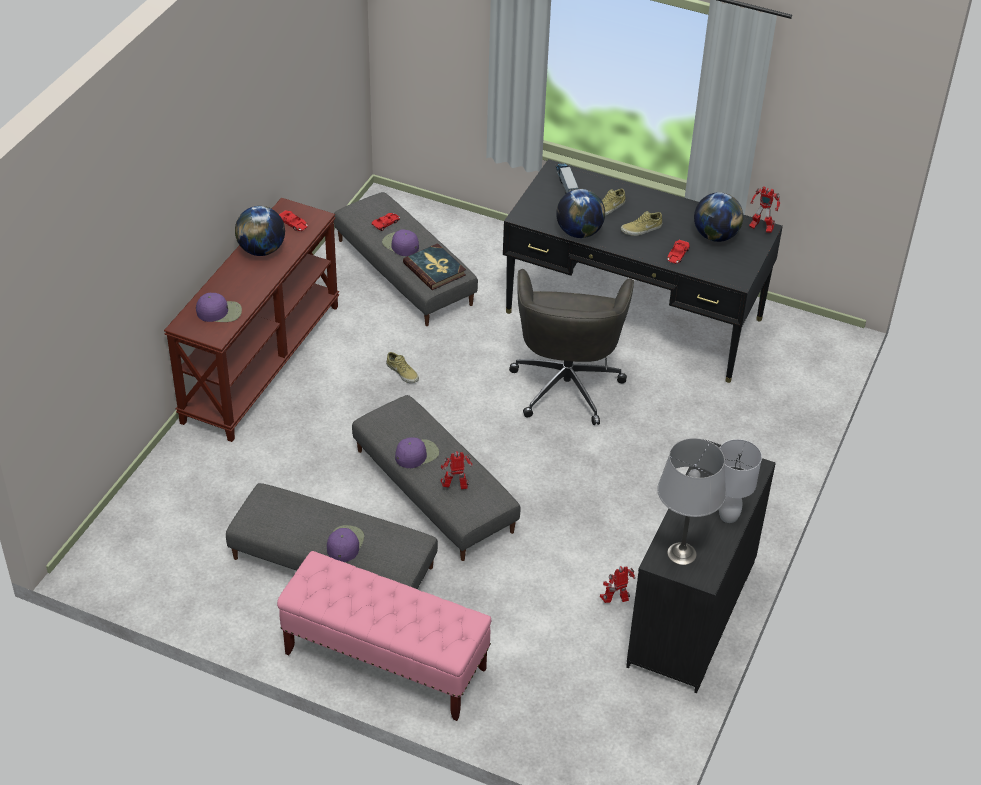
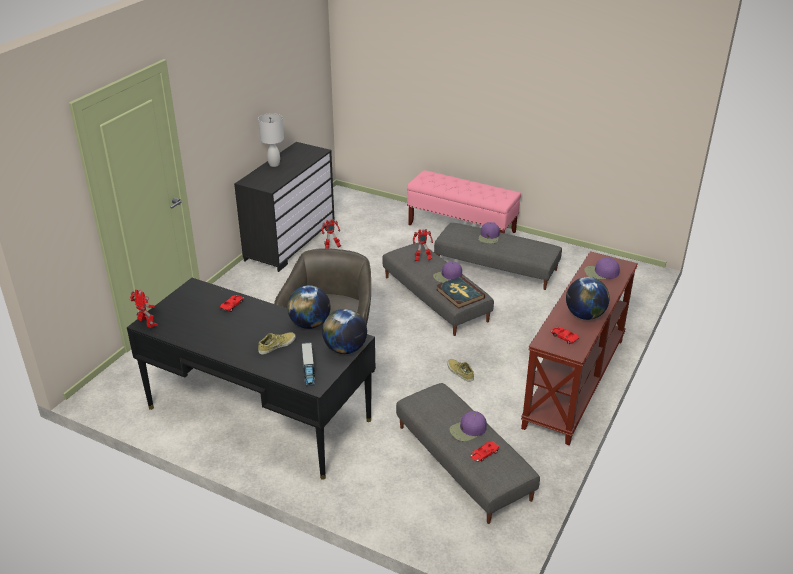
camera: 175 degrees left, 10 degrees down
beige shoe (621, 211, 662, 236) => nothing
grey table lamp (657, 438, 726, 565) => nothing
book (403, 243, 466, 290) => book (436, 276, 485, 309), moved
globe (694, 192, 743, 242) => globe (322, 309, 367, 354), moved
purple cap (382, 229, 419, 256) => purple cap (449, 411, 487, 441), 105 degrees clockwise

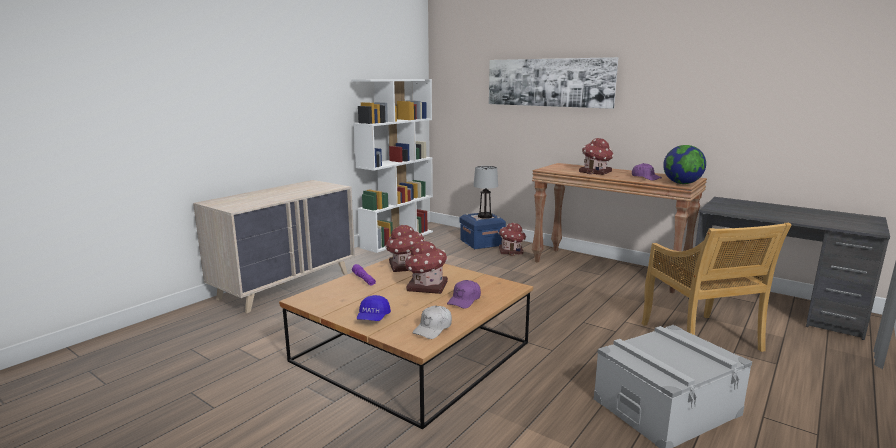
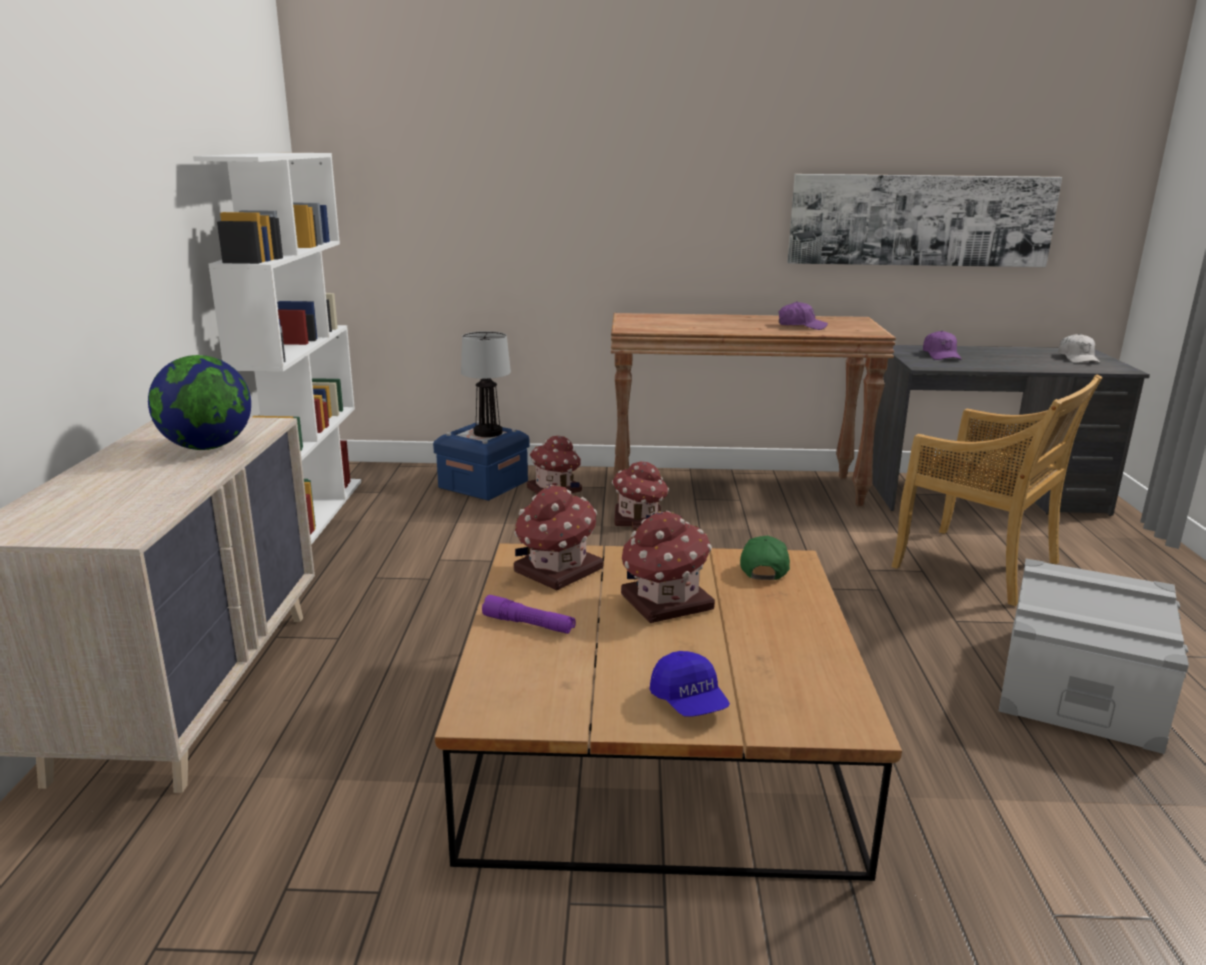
camera: 35 degrees left, 5 degrees up
nothing => green cap (740, 536, 790, 580)
white cap (412, 306, 452, 339) => white cap (1059, 334, 1101, 363), moved
purple cap (447, 280, 481, 309) => purple cap (923, 331, 962, 360), moved
picture (489, 57, 618, 109) => picture (787, 174, 1062, 267), moved
toy house (579, 138, 614, 175) => toy house (612, 461, 669, 530), moved
globe (663, 145, 706, 184) => globe (148, 355, 251, 450), moved

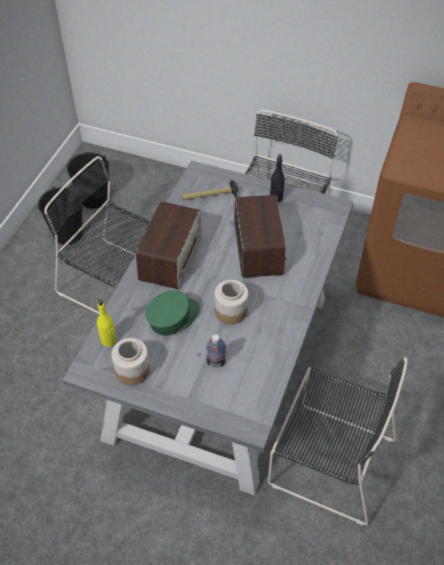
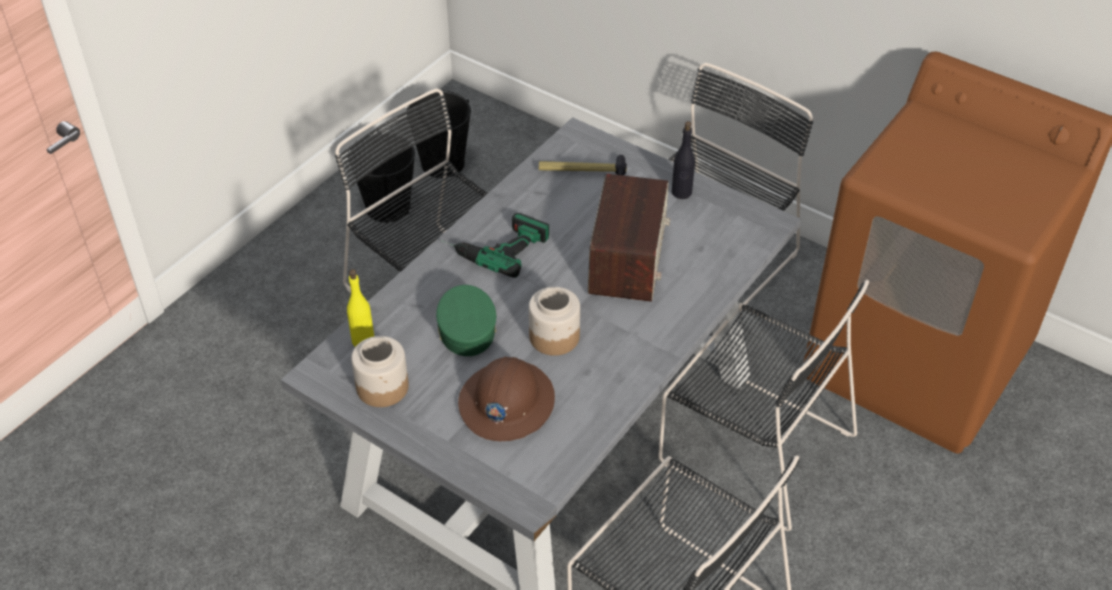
camera: 15 degrees right, 5 degrees down
nothing => black chair (658, 280, 869, 531)
radio (136, 201, 202, 289) => power drill (441, 213, 549, 278)
bottle (206, 334, 226, 367) => brown hard hat (458, 357, 555, 441)
green cap (145, 290, 200, 335) => green cap (436, 285, 496, 356), 75 degrees counterclockwise

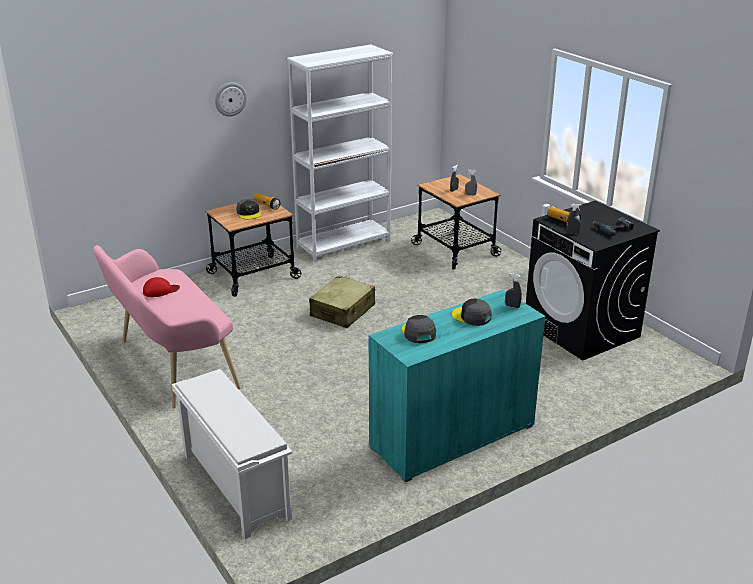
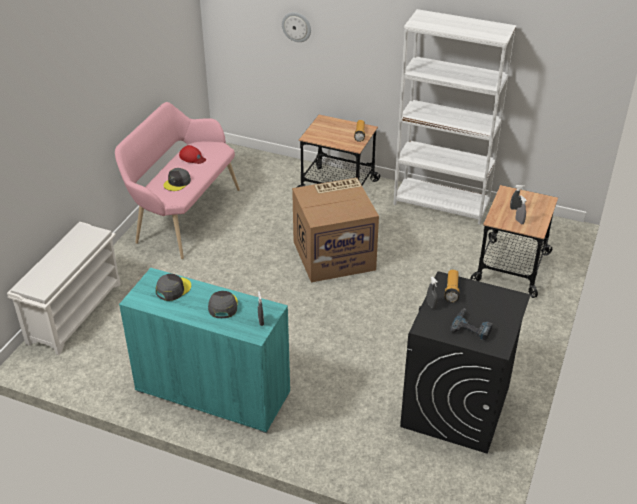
camera: 55 degrees right, 10 degrees up
wall clock (215, 82, 247, 117) => wall clock (282, 12, 311, 42), moved
grey cap (236, 199, 261, 219) => grey cap (163, 168, 191, 191), moved
beige suitcase (309, 275, 375, 328) => cardboard box (292, 178, 379, 282)

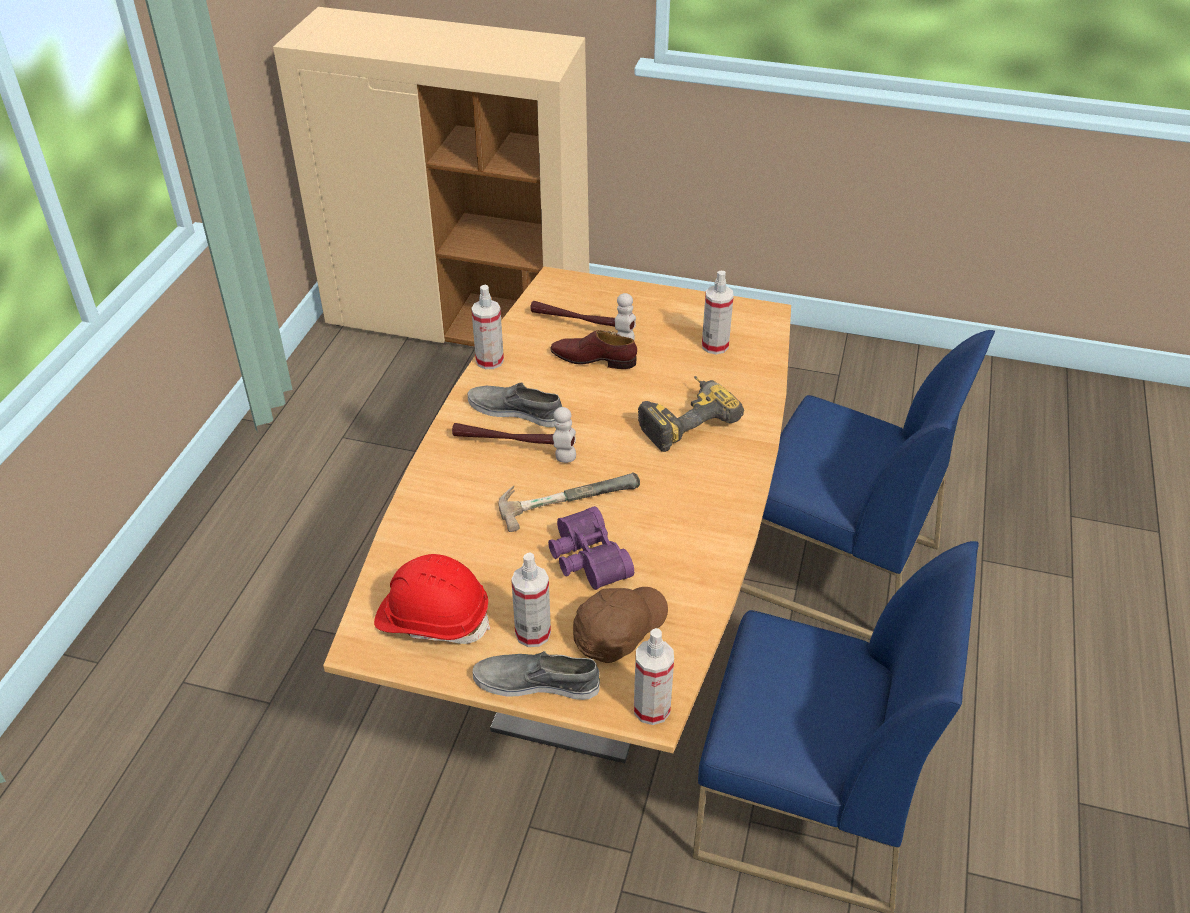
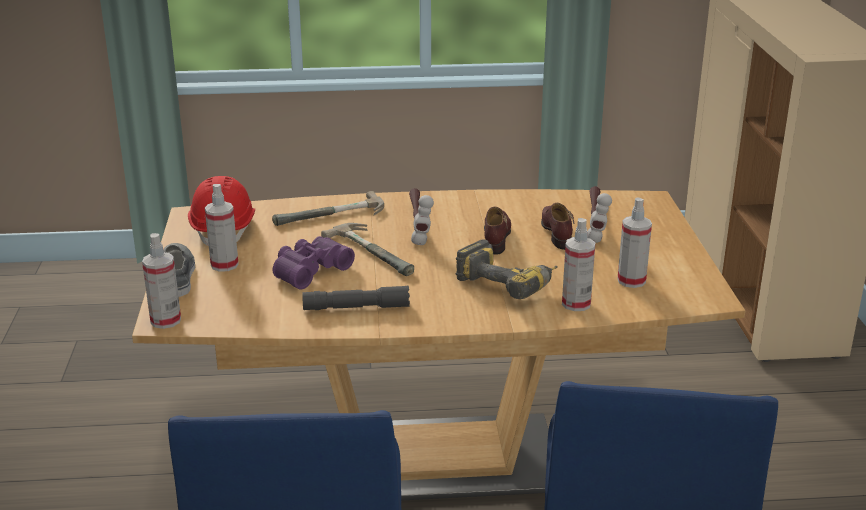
camera: 70 degrees right, 15 degrees down
grey shoe (468, 382, 562, 427) => nothing
brown cap (573, 587, 668, 663) => nothing
nothing => hammer (272, 191, 384, 226)
nothing => grey flashlight (302, 285, 410, 310)
nothing => brown shoe (484, 207, 511, 255)
spray bottle (471, 285, 504, 369) => spray bottle (562, 218, 595, 311), moved

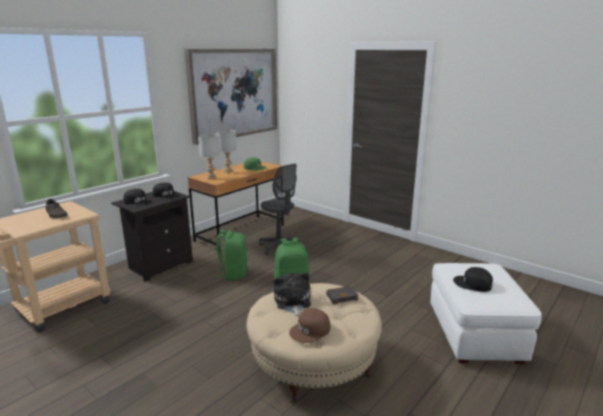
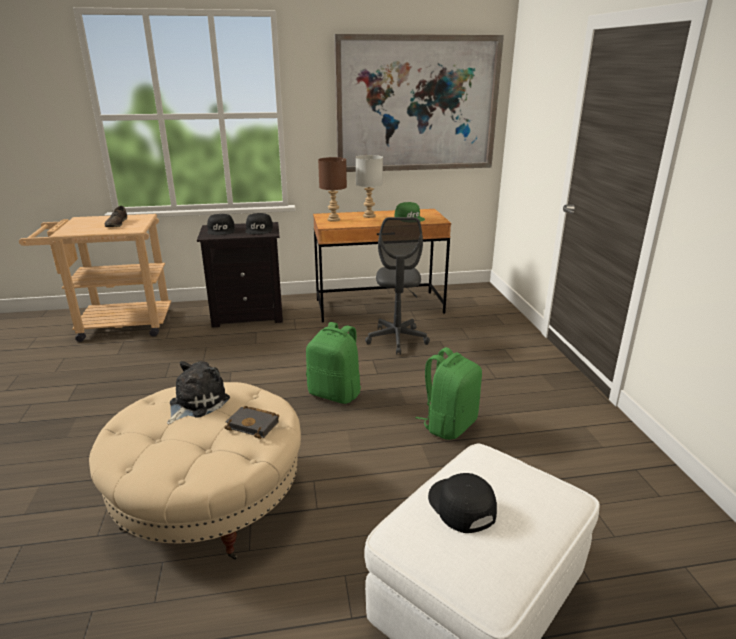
camera: 40 degrees right, 5 degrees up
brown cap (289, 308, 330, 343) => nothing
green backpack (213, 230, 247, 281) => green backpack (415, 347, 482, 440), moved
grey table lamp (198, 134, 220, 179) => brown table lamp (318, 157, 347, 222)

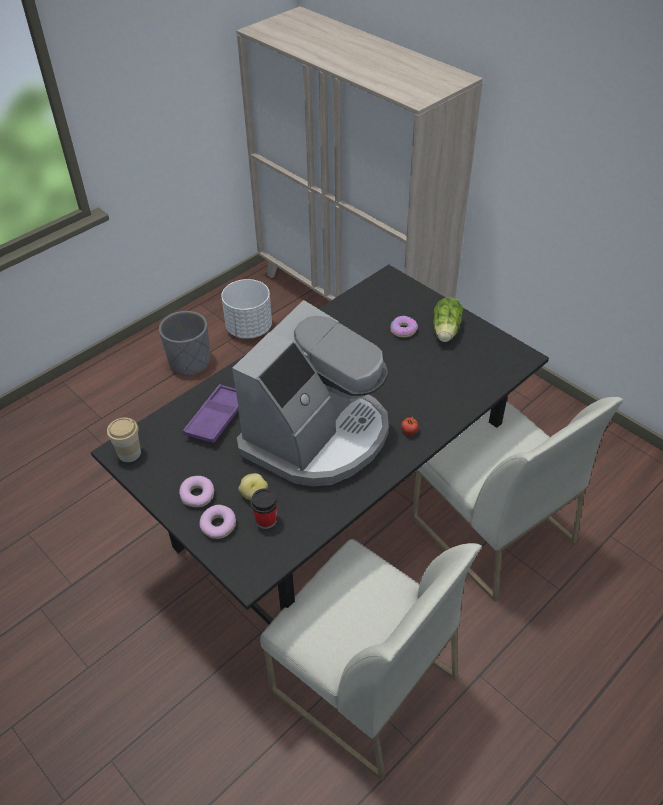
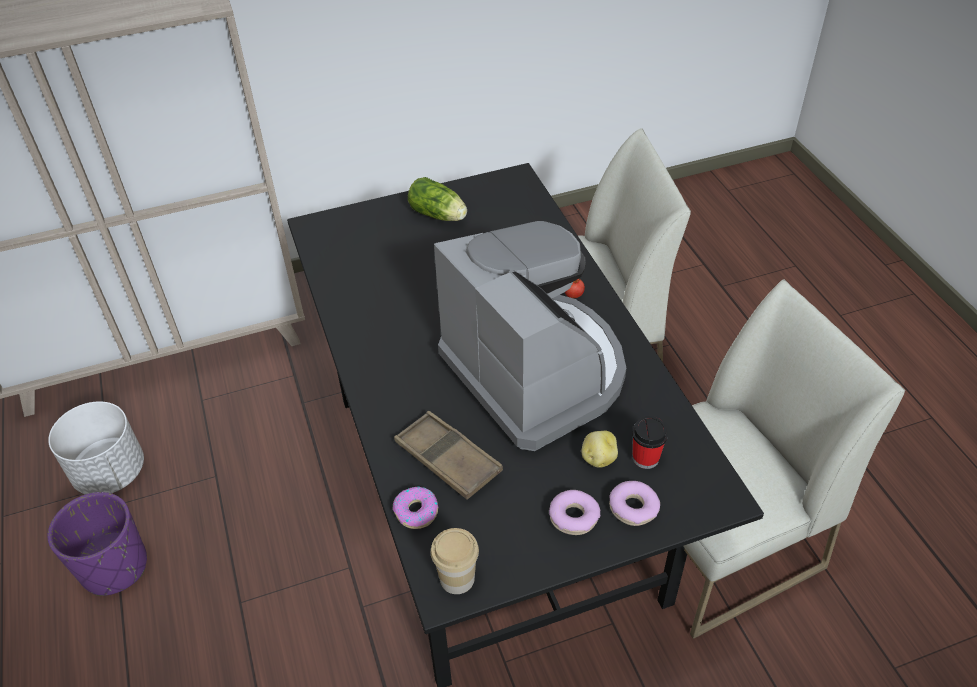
camera: 65 degrees left, 0 degrees up
donut (391, 316, 418, 338) => donut (393, 487, 439, 529), moved
grey planter (159, 311, 210, 376) => purple planter (48, 492, 147, 596)
purple tray (183, 384, 239, 443) => brown tray (394, 411, 503, 500)

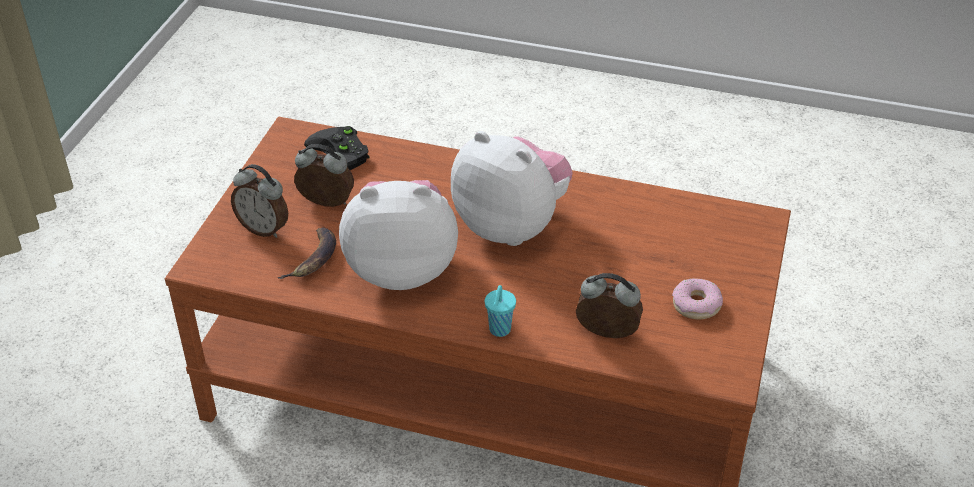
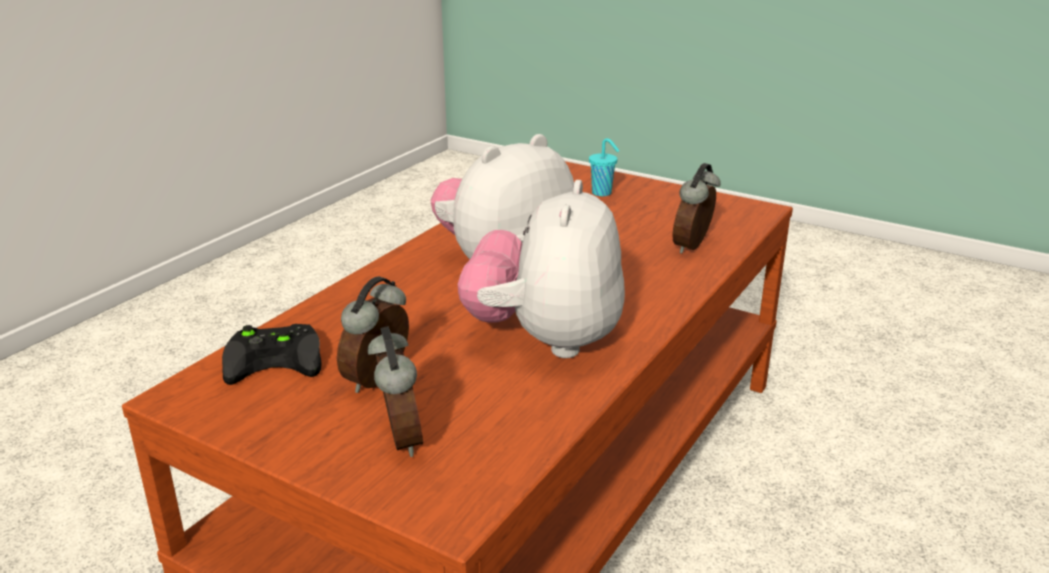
camera: 75 degrees left, 15 degrees down
banana (277, 227, 336, 279) => nothing
donut (672, 278, 723, 320) => nothing
turquoise cup (485, 285, 516, 337) => turquoise cup (589, 138, 620, 196), moved
alarm clock (231, 164, 288, 238) => alarm clock (368, 326, 423, 457), 60 degrees counterclockwise

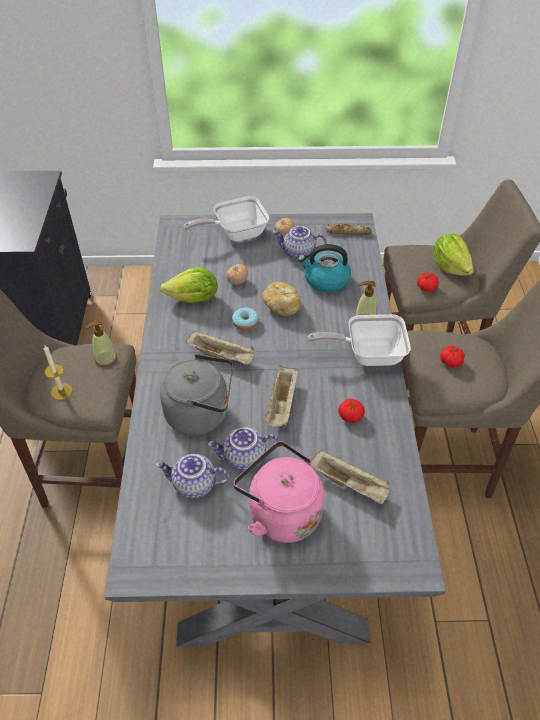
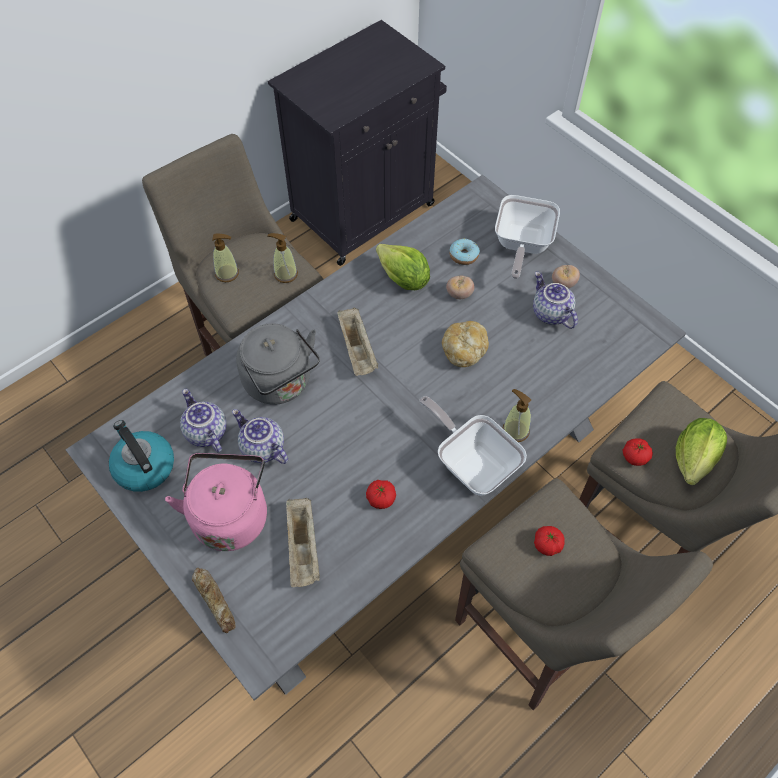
camera: 50 degrees right, 10 degrees up
beige tray (263, 365, 298, 426) => nothing
donut (232, 308, 259, 331) => donut (449, 239, 480, 265), moved
kettle (298, 244, 351, 292) => kettle (109, 420, 174, 492), moved
bread (325, 223, 372, 235) => bread (192, 568, 236, 633), moved
candle (44, 345, 73, 400) => soap dispenser (212, 234, 239, 282)
frying pan (183, 196, 269, 242) => frying pan (495, 195, 560, 279), 105 degrees counterclockwise

